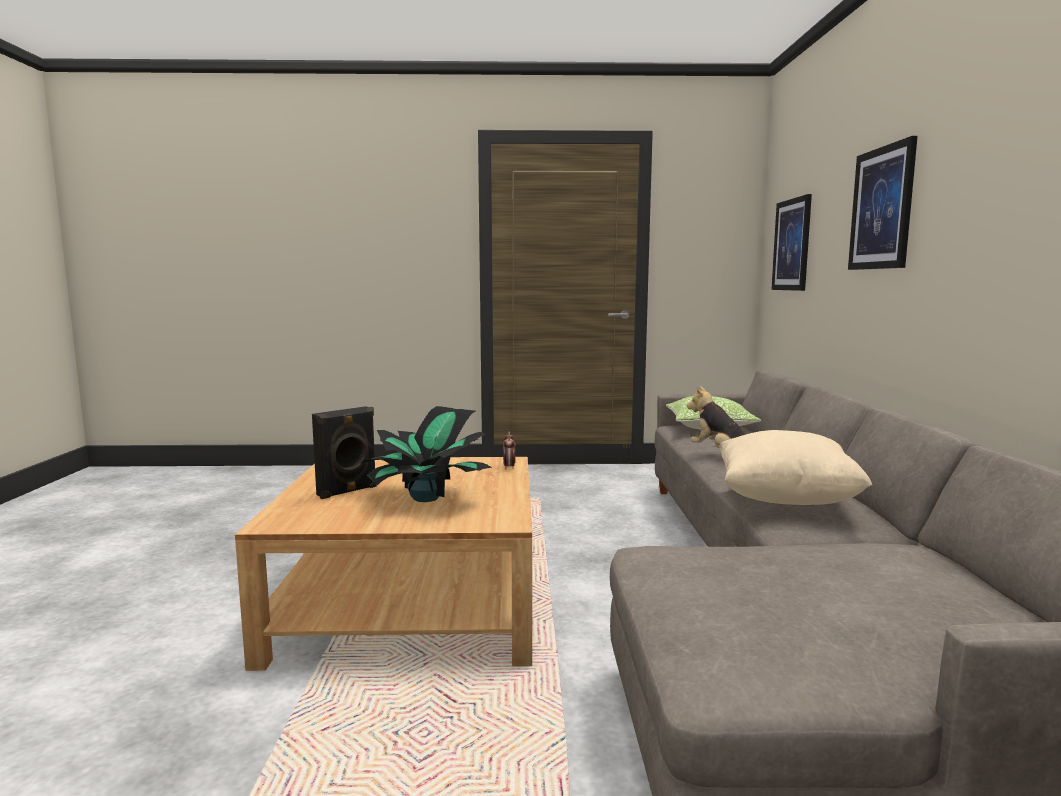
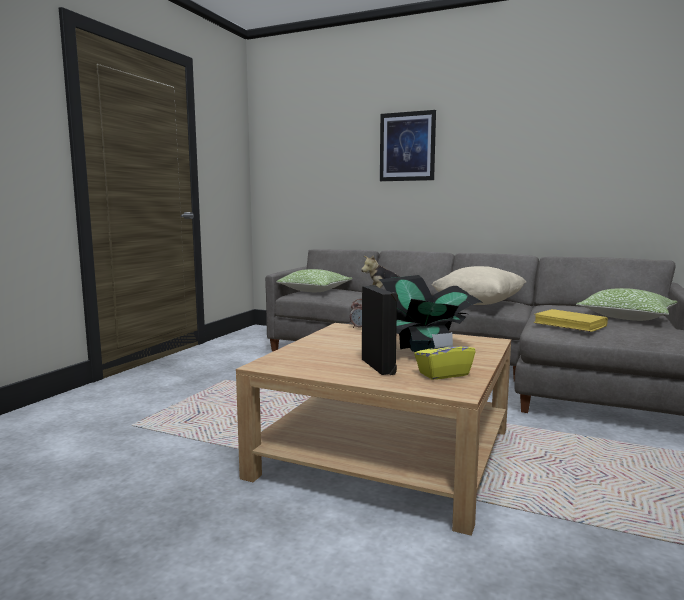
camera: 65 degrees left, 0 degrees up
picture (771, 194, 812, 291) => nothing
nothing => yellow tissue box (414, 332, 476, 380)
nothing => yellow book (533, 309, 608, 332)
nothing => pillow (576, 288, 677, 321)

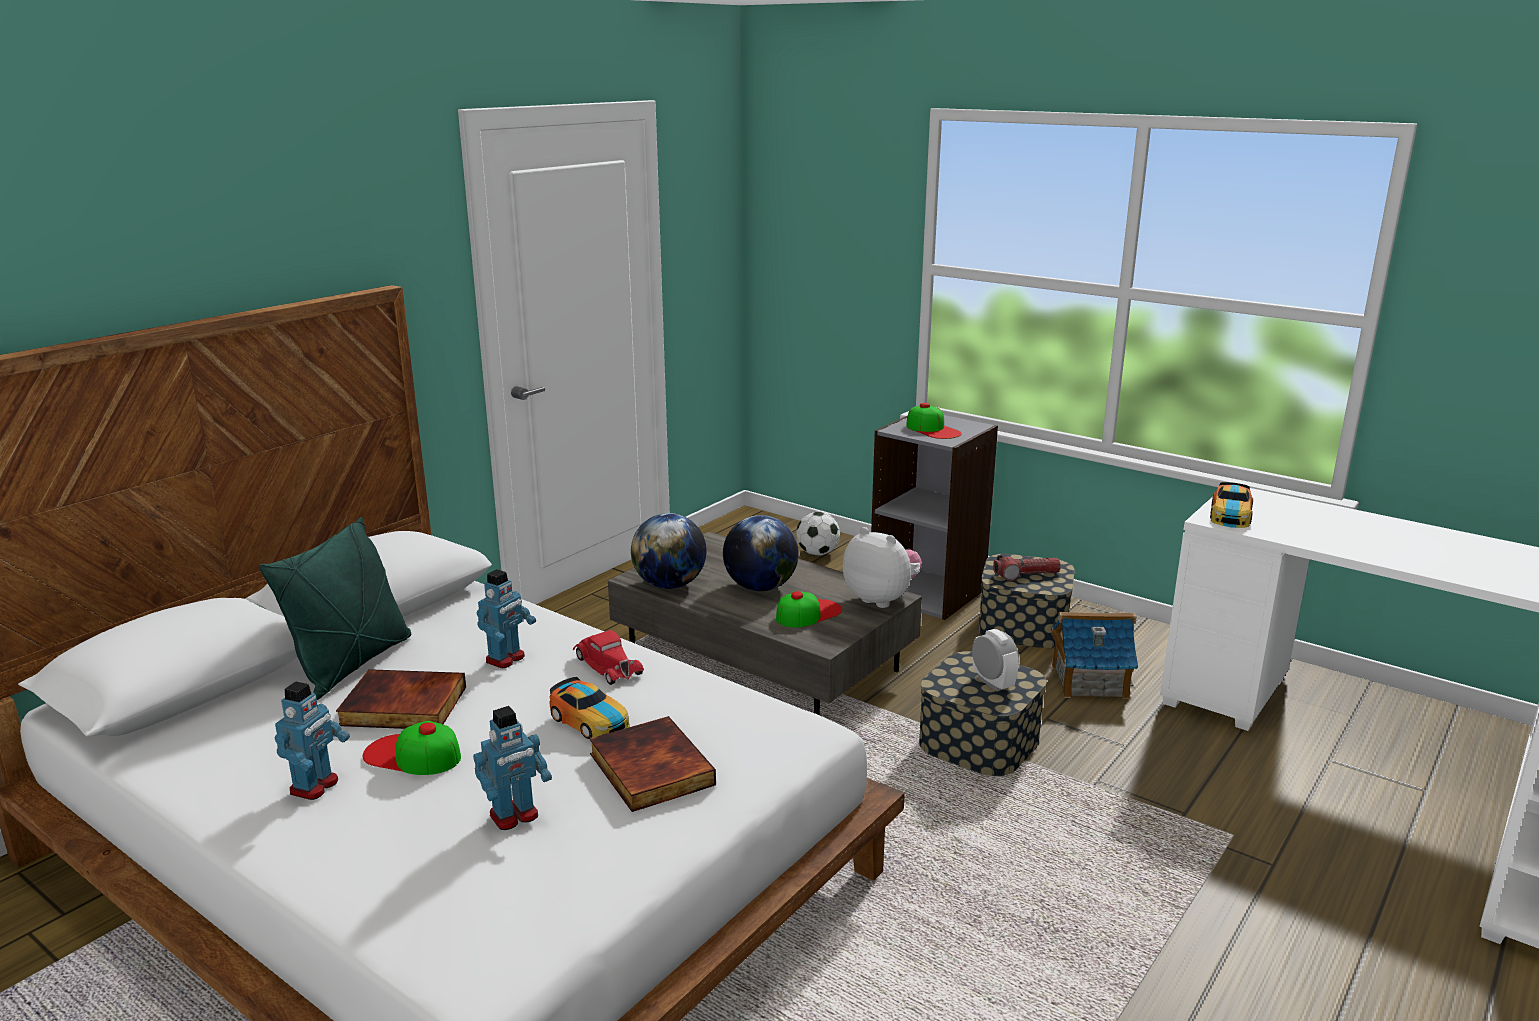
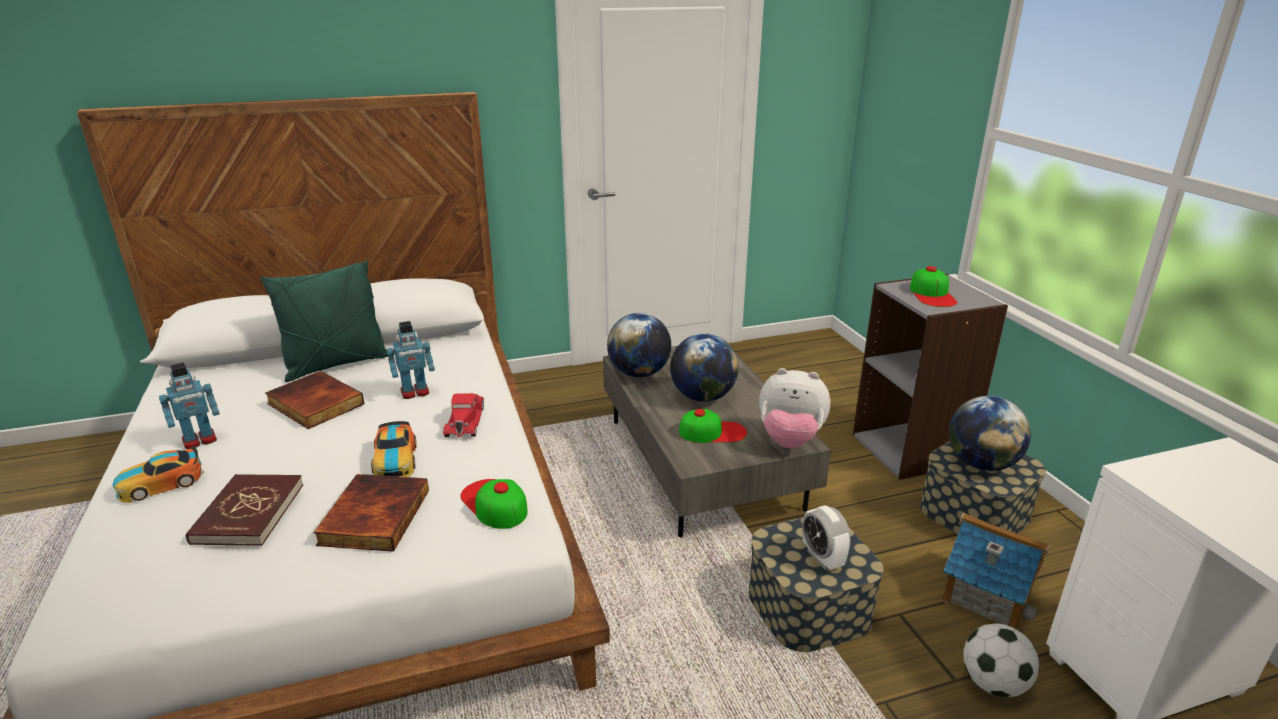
camera: 35 degrees right, 5 degrees up
cap (363, 721, 461, 775) => cap (460, 479, 528, 529), moved
football (796, 512, 840, 555) => football (963, 624, 1039, 697), moved
toy car (1210, 482, 1253, 528) => toy car (113, 446, 204, 503), moved
toy robot (473, 706, 552, 830) => red book (186, 474, 303, 546)
flashlight (993, 555, 1060, 581) => globe (949, 396, 1031, 471)
plush toy (843, 527, 922, 608) => plush toy (759, 368, 831, 448), 120 degrees clockwise
alarm clock (972, 629, 1019, 691) => alarm clock (802, 505, 851, 570), 150 degrees clockwise

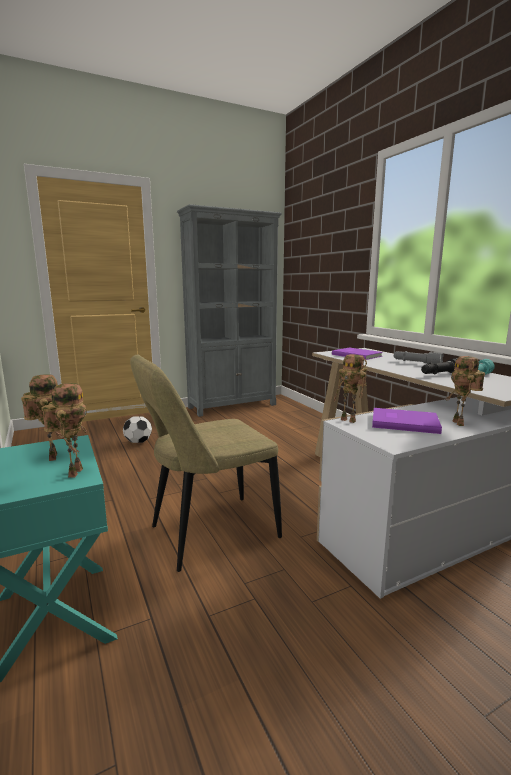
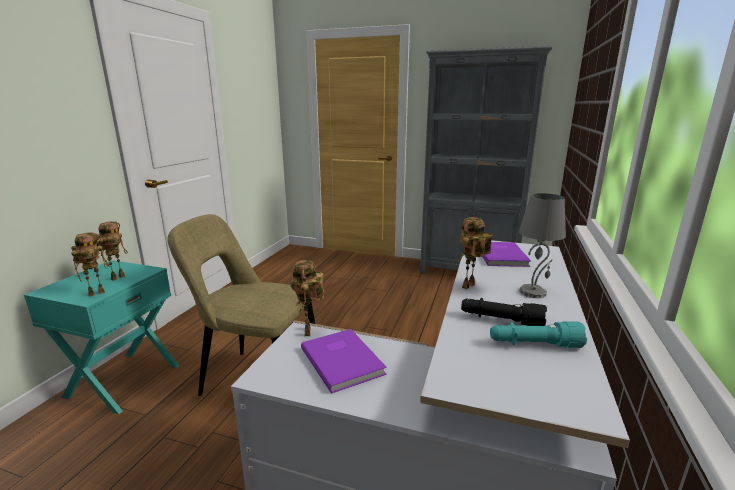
camera: 45 degrees right, 5 degrees up
football (123, 416, 152, 443) => nothing
toy robot (446, 356, 485, 426) => toy robot (457, 217, 492, 289), moved
grey flashlight (394, 351, 444, 364) => grey table lamp (519, 193, 566, 298)

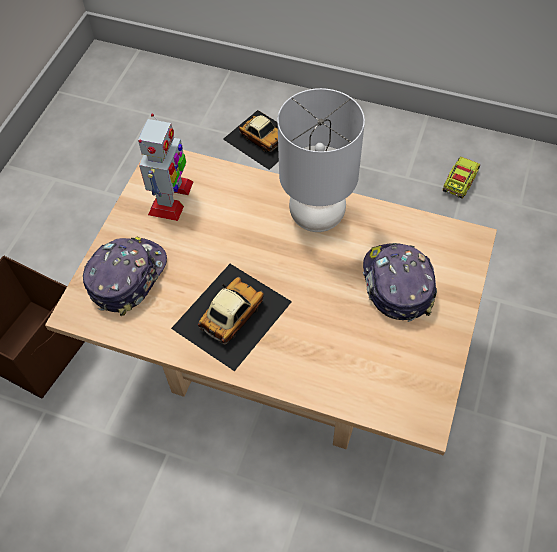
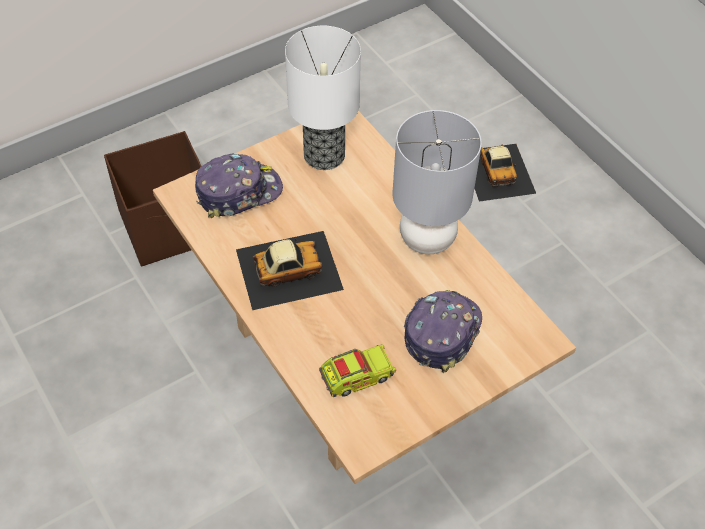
camera: 35 degrees right, 5 degrees down
toy truck (442, 156, 480, 199) => toy truck (319, 344, 396, 397), moved
toy robot (138, 113, 194, 221) => table lamp (285, 26, 361, 170)

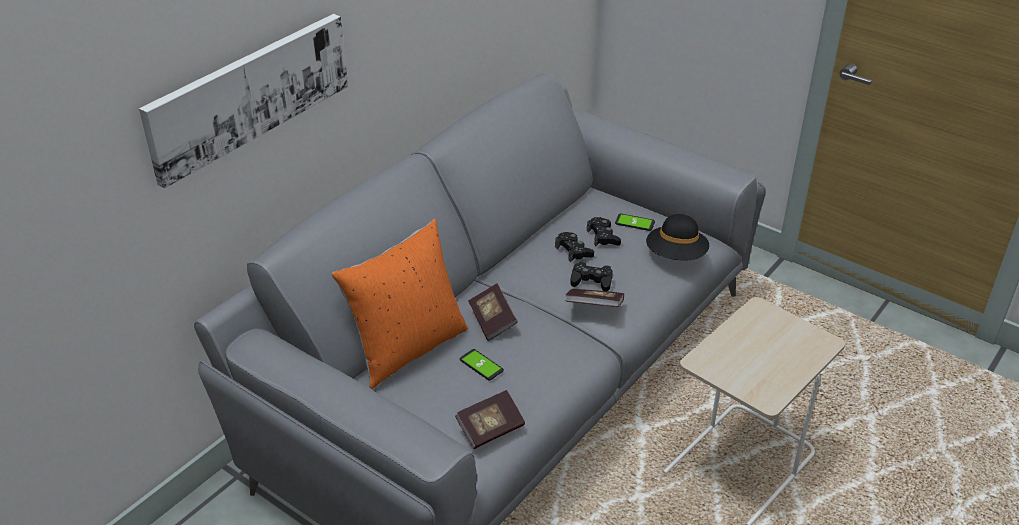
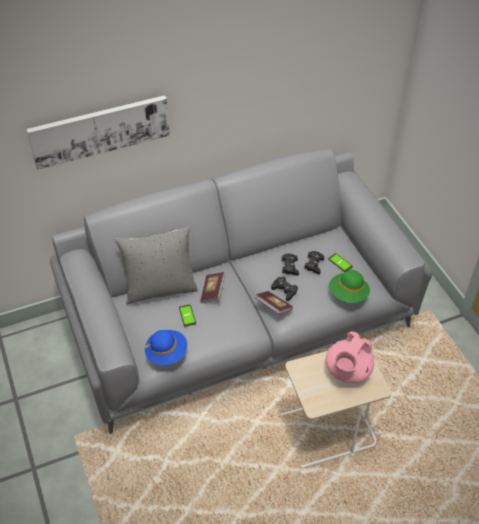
camera: 30 degrees right, 10 degrees up
nothing => pink teapot (326, 331, 374, 383)
book (455, 390, 525, 449) => blue hat (145, 330, 187, 365)
orange pillow (332, 219, 468, 389) => grey pillow (115, 227, 198, 304)
black hat (646, 214, 709, 260) => green hat (329, 270, 370, 303)

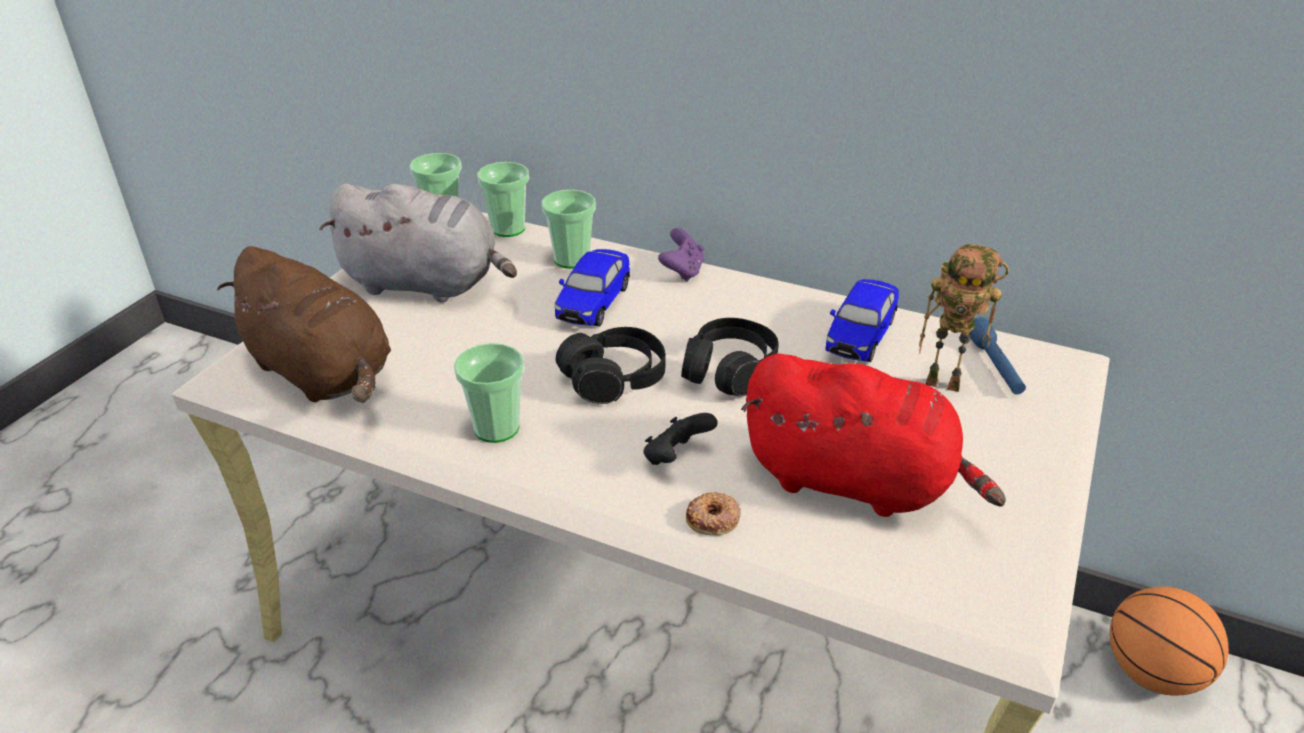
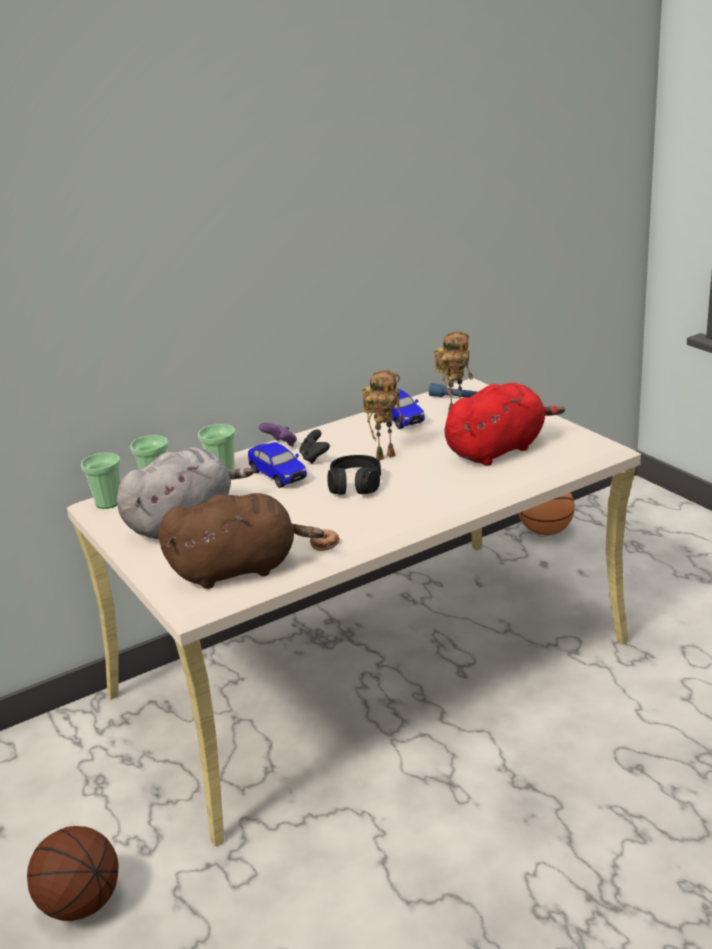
camera: 55 degrees left, 10 degrees down
cup (454, 343, 525, 443) => nothing
nothing => basketball (27, 826, 119, 921)
black game controller (643, 413, 717, 465) => black game controller (300, 430, 330, 464), moved
donut (686, 492, 741, 535) => donut (310, 529, 340, 551), moved
black headphones (681, 318, 779, 396) => toy robot (362, 370, 404, 461)

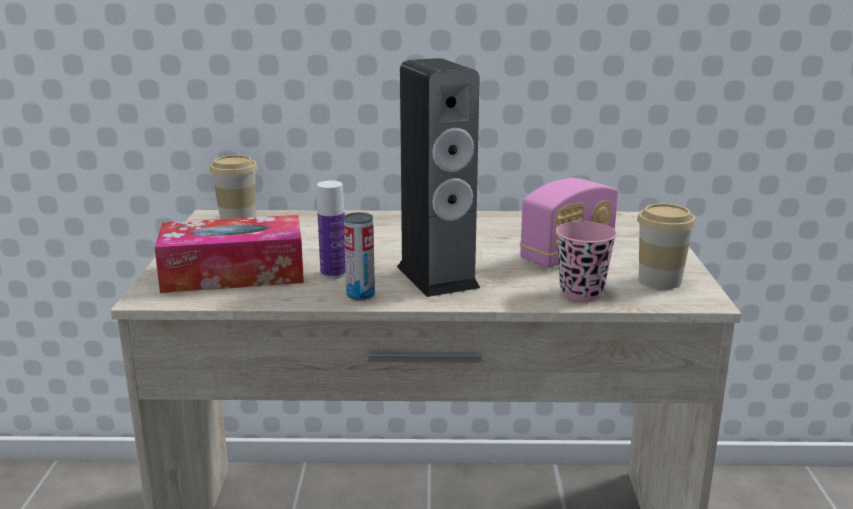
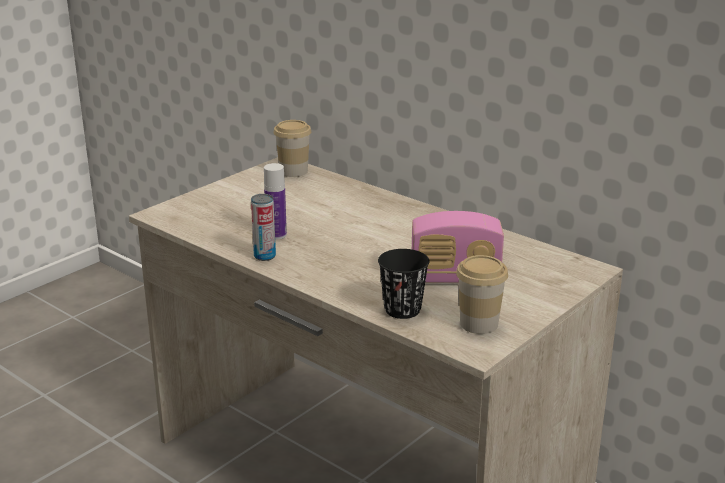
camera: 40 degrees right, 5 degrees up
tissue box (154, 215, 304, 293) => nothing
speaker (397, 58, 480, 297) => nothing
pink cup (556, 221, 617, 301) => black cup (378, 249, 430, 319)

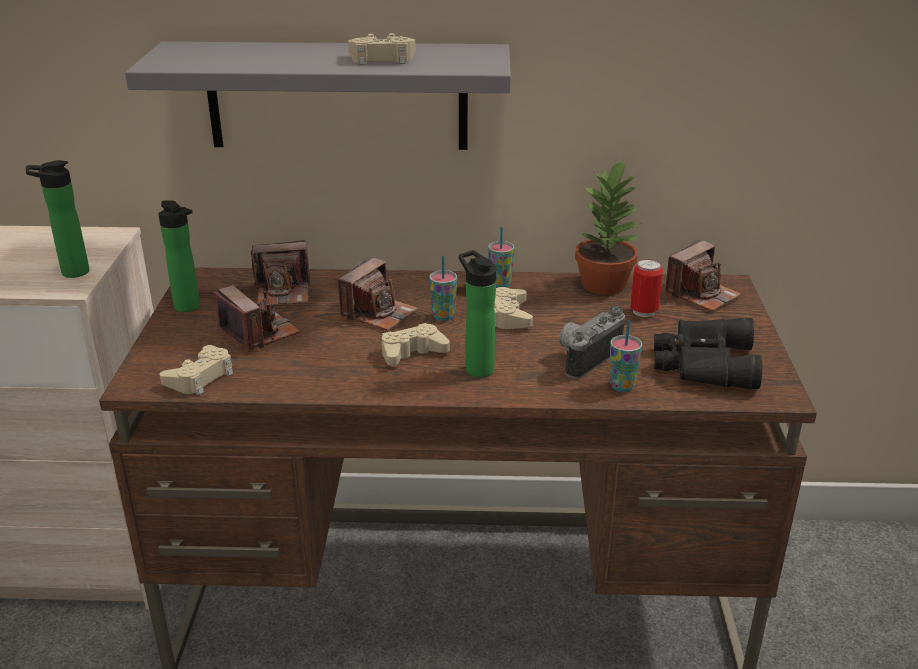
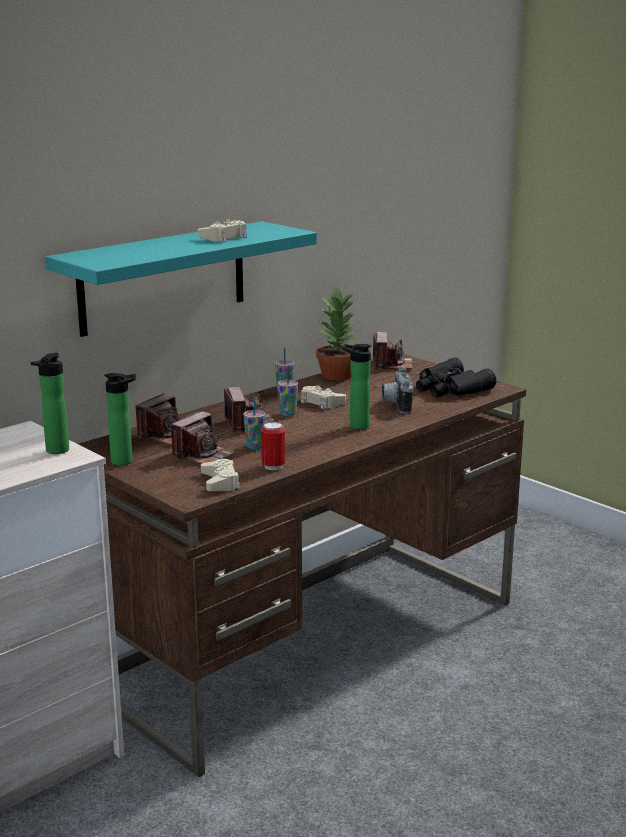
camera: 45 degrees left, 10 degrees down
beige game controller (382, 323, 450, 366) => nothing
cup (610, 320, 642, 392) => cup (244, 396, 266, 450), moved
can (630, 259, 663, 317) => can (261, 422, 285, 470), moved
grey shelf (125, 42, 511, 150) => turquoise shelf (45, 221, 317, 337)
photo camera (214, 286, 300, 352) => photo camera (171, 411, 236, 464), 120 degrees clockwise

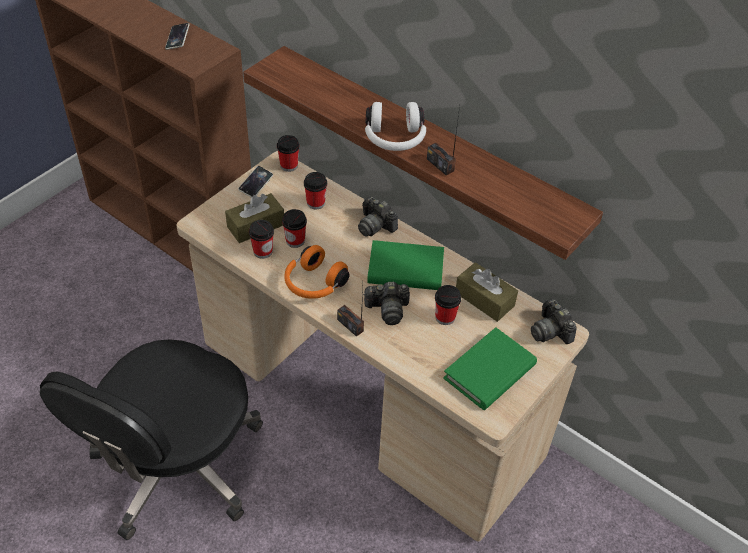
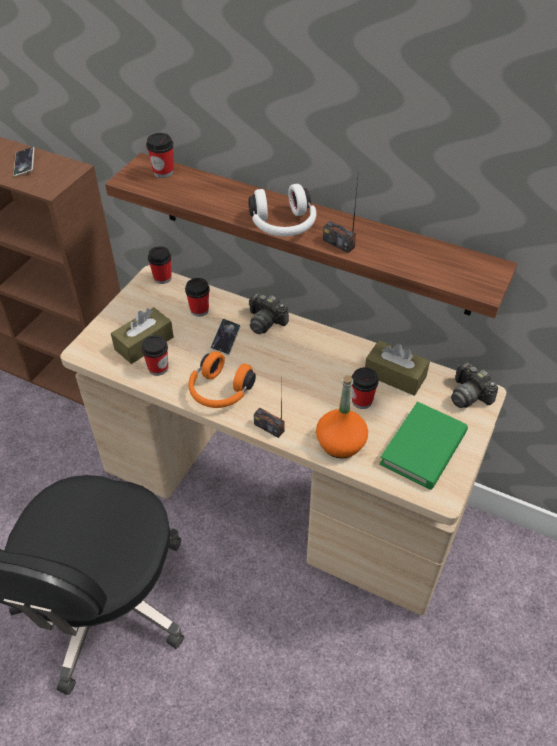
camera: 10 degrees left, 0 degrees up
photo camera (363, 282, 410, 325) => nothing
green book (367, 240, 444, 290) => nothing
nothing => orange bottle (316, 375, 368, 459)
phone (238, 166, 273, 198) => phone (210, 319, 241, 355), moved
cup (282, 209, 307, 248) => cup (146, 133, 174, 178), moved

